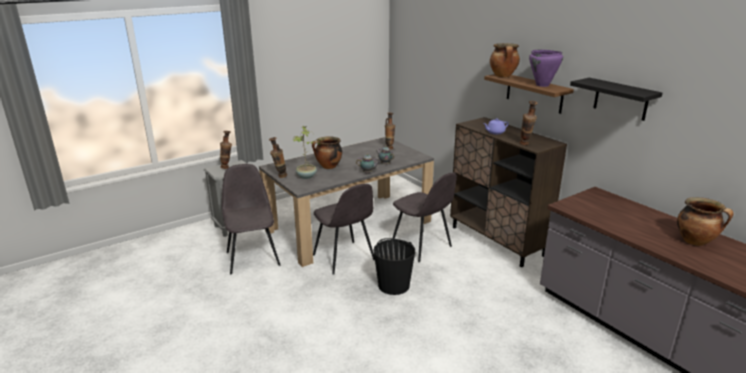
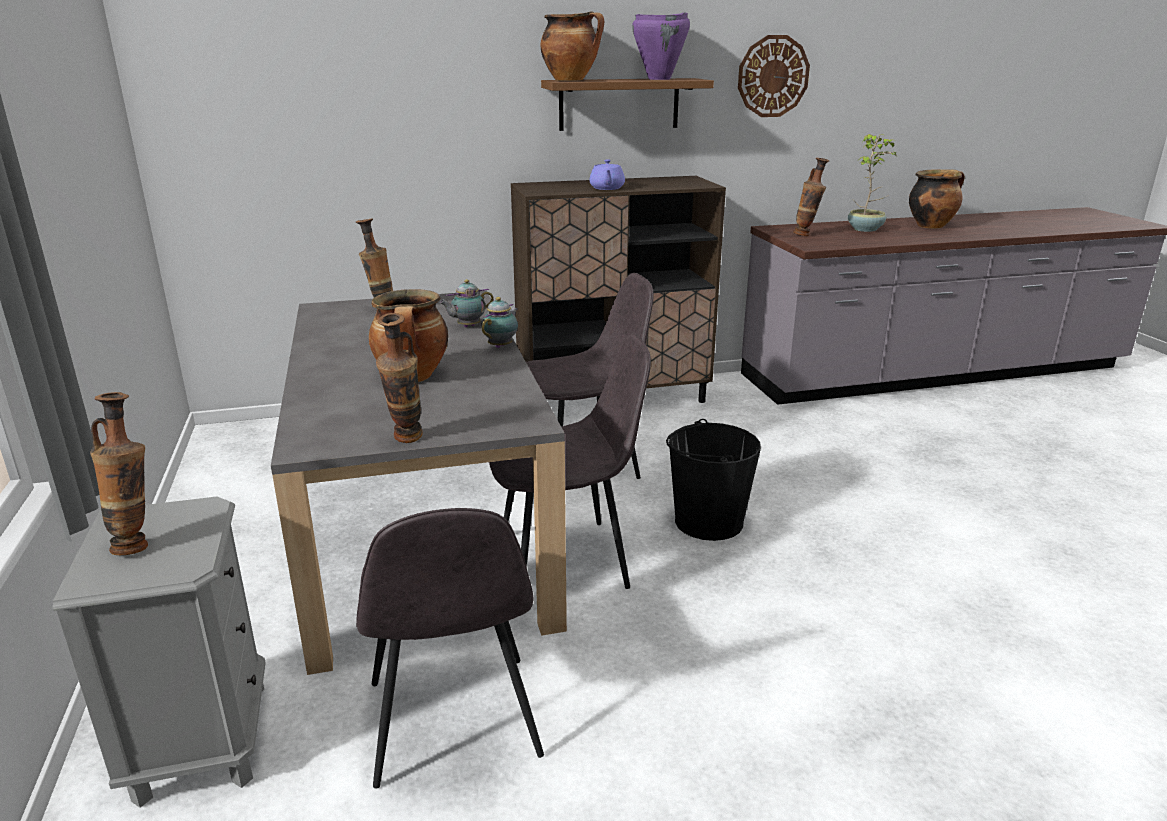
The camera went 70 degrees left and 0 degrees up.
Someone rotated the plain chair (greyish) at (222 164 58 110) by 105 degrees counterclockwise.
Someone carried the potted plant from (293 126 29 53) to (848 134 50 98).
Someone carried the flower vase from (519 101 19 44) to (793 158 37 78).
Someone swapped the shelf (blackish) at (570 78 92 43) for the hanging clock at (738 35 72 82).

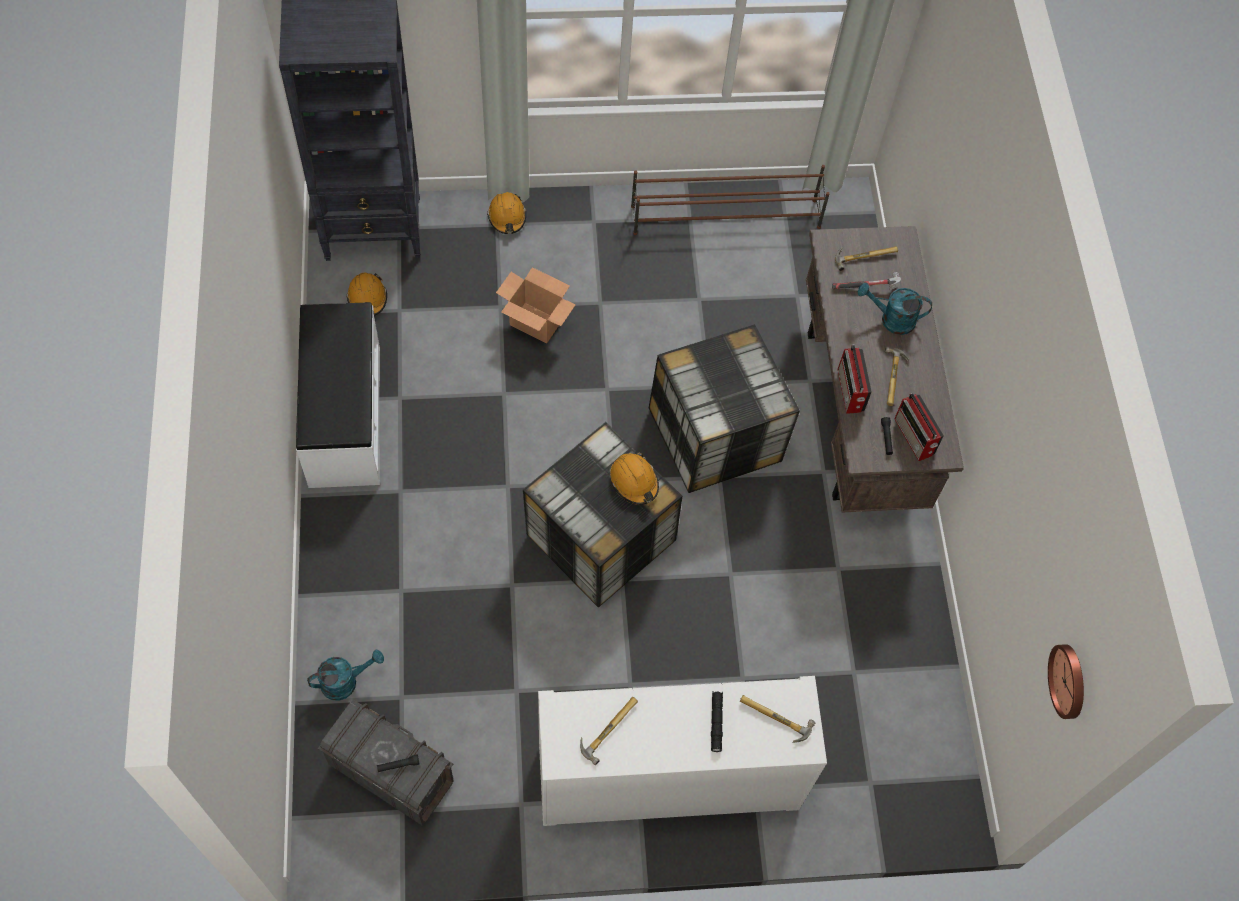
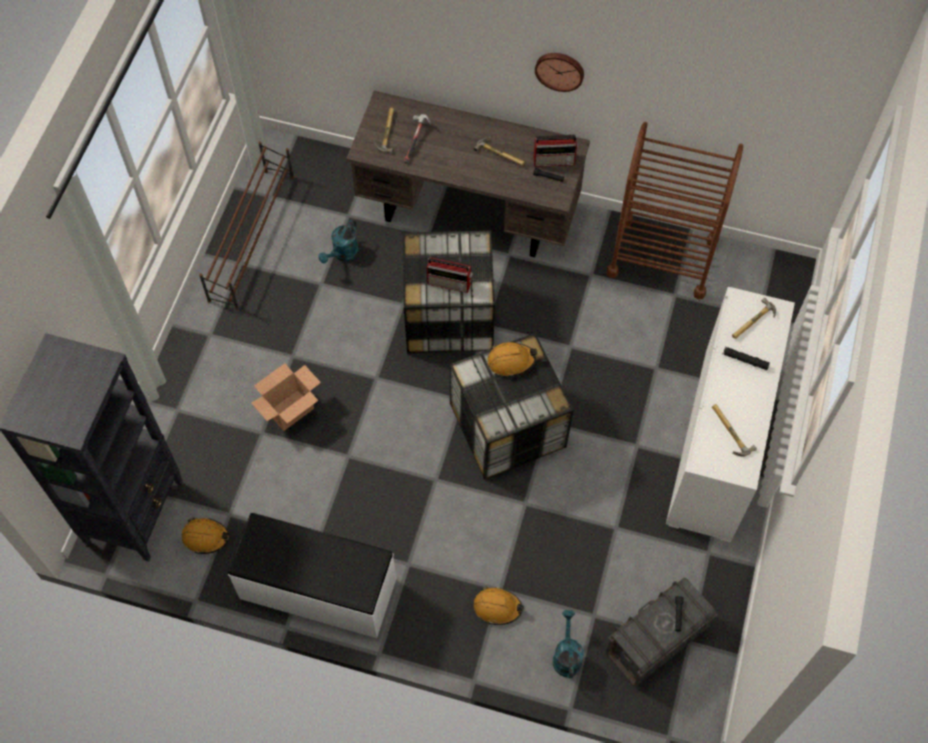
The camera went 65 degrees left and 0 degrees up.
Someone carried the safety helmet (orange-coloured) from (487 192 39 42) to (474 586 50 39).
Someone carried the radio from (837 345 35 69) to (427 255 46 38).
Someone carried the watering can (turquoise) from (858 283 74 52) to (319 220 40 43).
Someone carried the hanging clock from (1048 644 36 75) to (535 53 49 39).
Someone put down the wheeled cart (brownish) at (606 122 137 177).

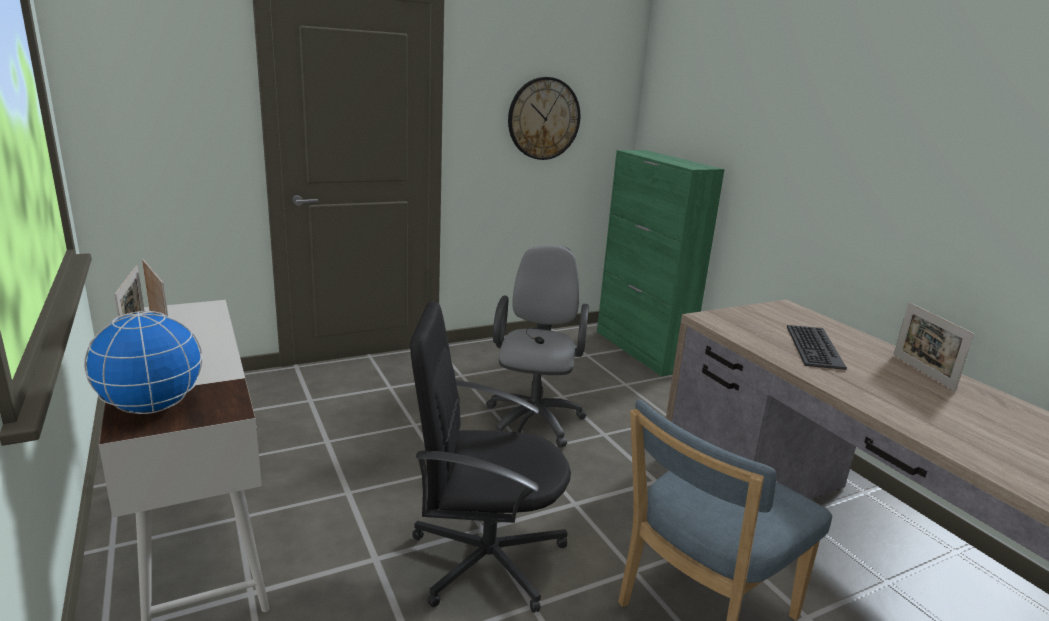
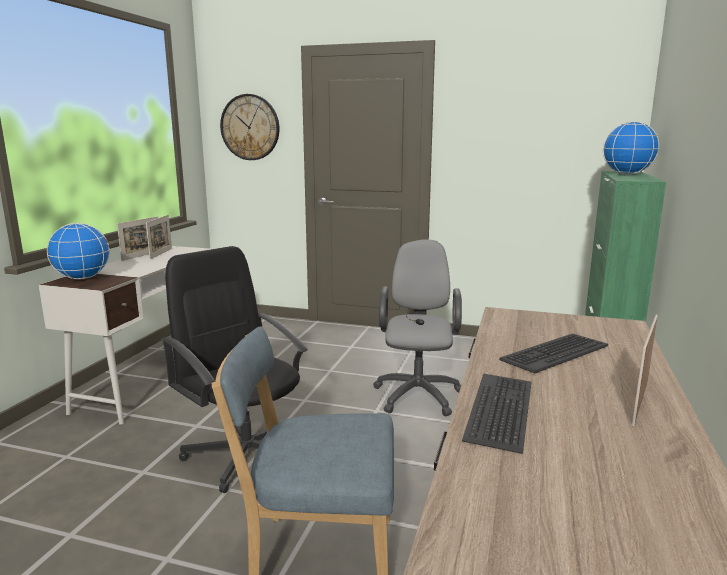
The camera went 45 degrees right and 5 degrees down.
Someone rotated the office chair (greyish) at (486 245 103 203) by 45 degrees counterclockwise.
Someone carried the hanging clock from (508 77 72 83) to (220 94 60 66).
Someone put down the PC keyboard at (462 373 69 81).
Someone put down the world globe at (603 121 56 53).

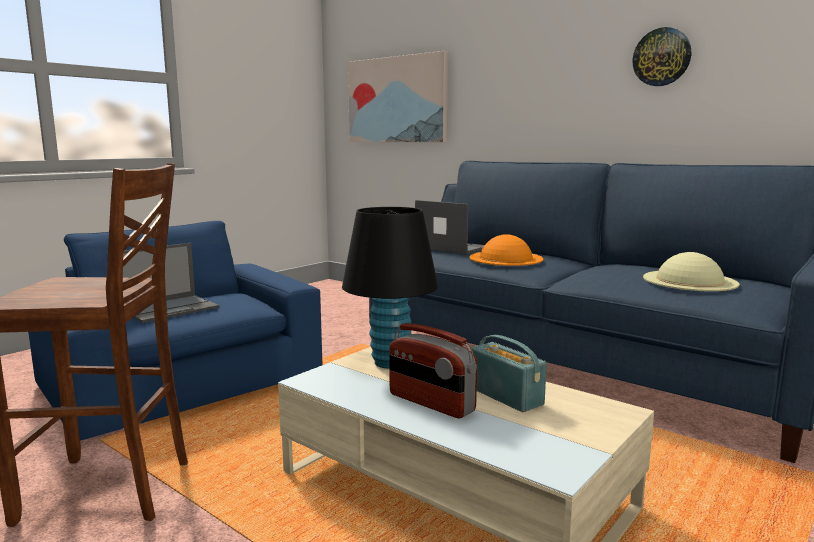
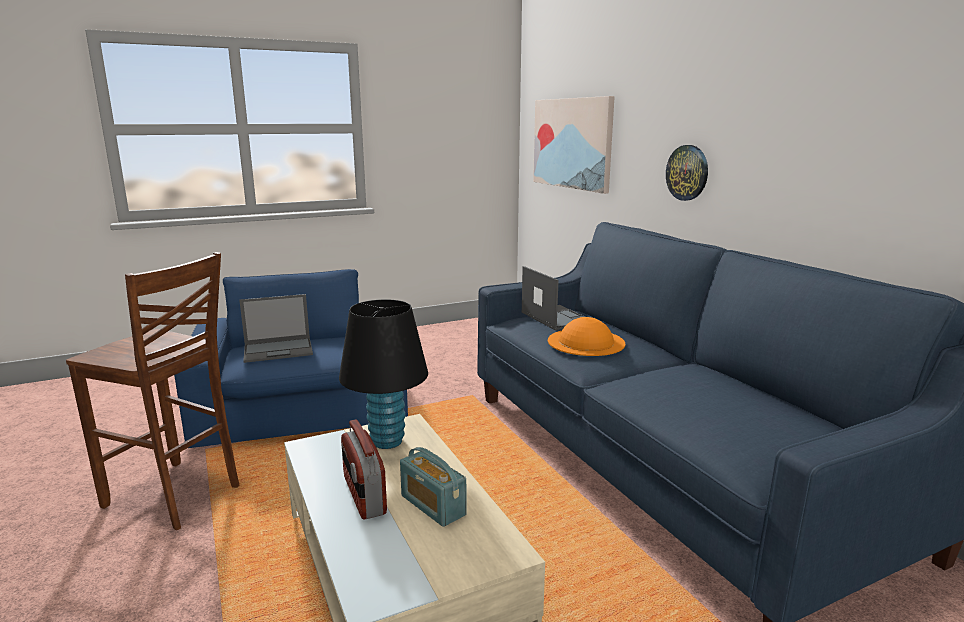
The camera went 25 degrees right and 5 degrees up.
Someone rotated the radio at (472 335 75 77) by 150 degrees clockwise.
Someone carried the hanging clock from (633 27 58 59) to (666 145 42 56).
Someone took away the clothing hat (sand-coloured) at (643 252 97 39).

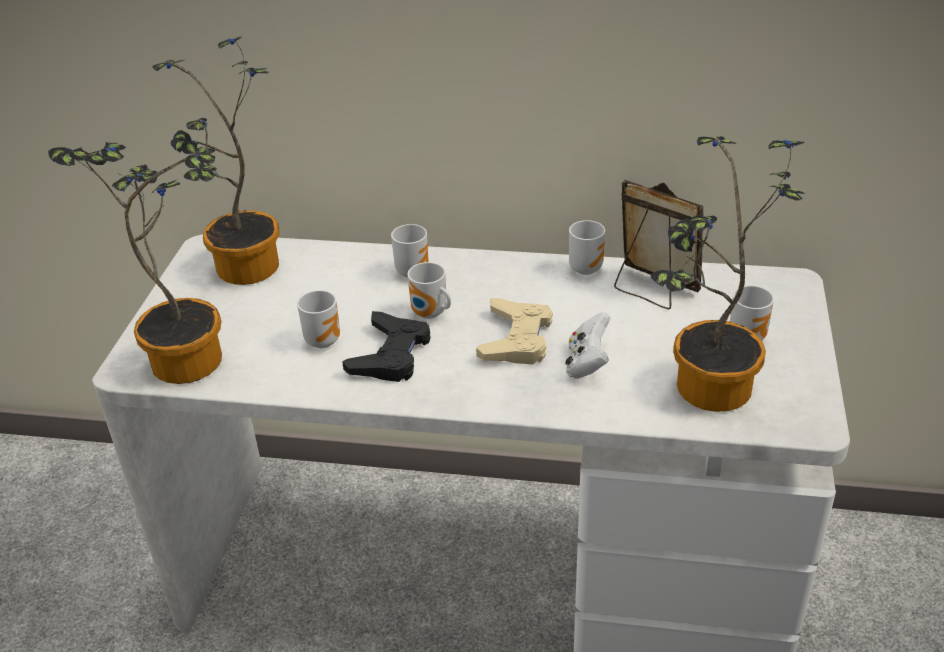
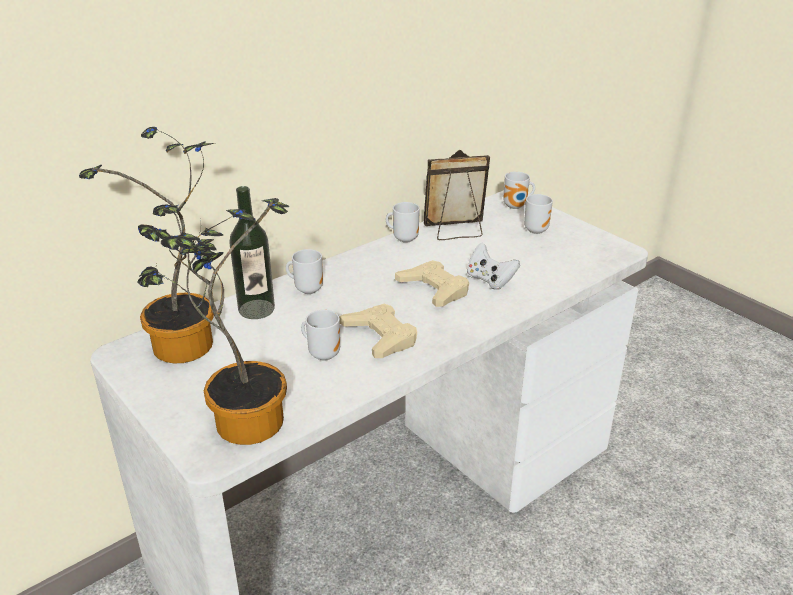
The camera went 50 degrees left and 5 degrees down.
Someone repainted the game controller (blackish) at (342 311 89 71), which became the game controller (sand-coloured) at (339 304 78 54).
Someone carried the tea mug from (407 262 44 57) to (503 171 32 38).
Someone took away the potted plant at (651 136 154 276).
Someone put down the beverage bottle at (229 186 46 133).

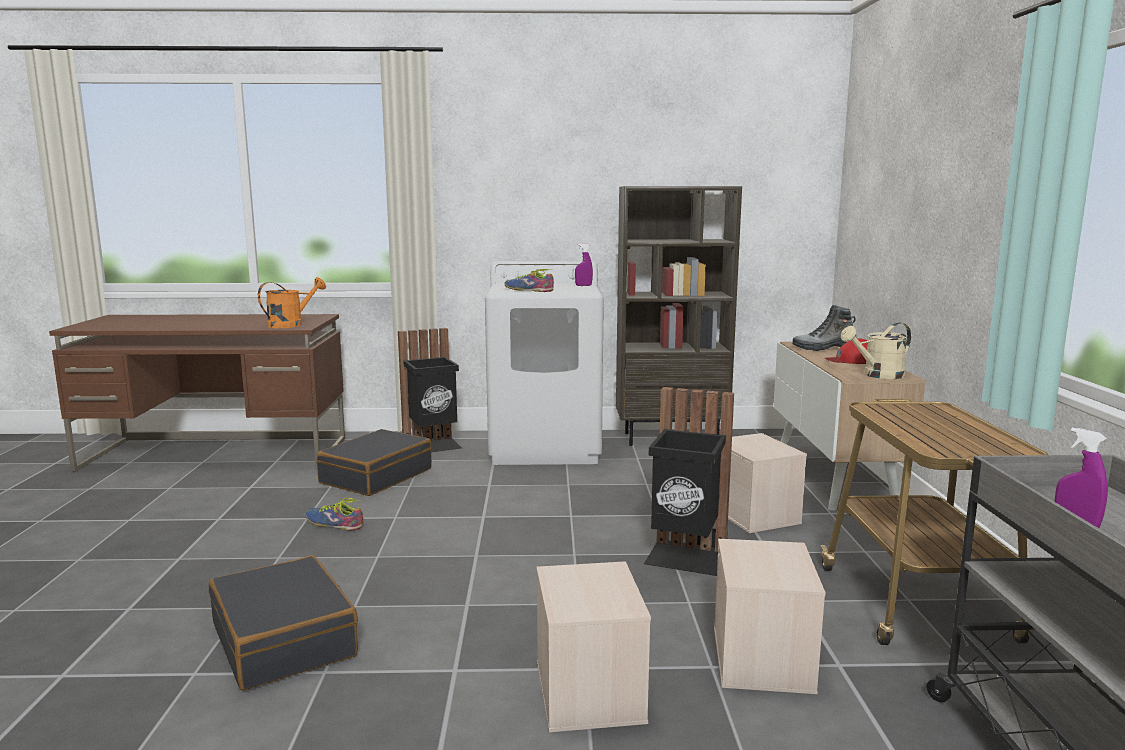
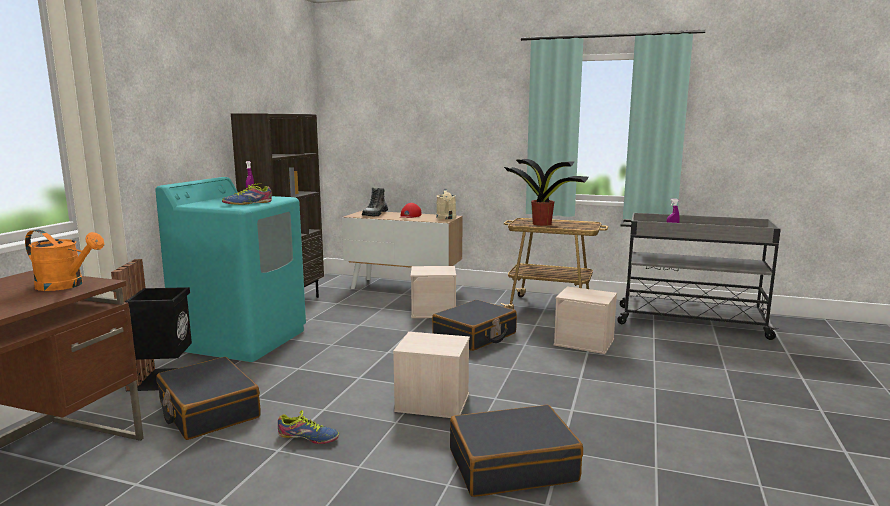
The camera went 70 degrees left and 0 degrees up.
Someone rotated the watering can (orange-coloured) at (258 277 68 51) by 135 degrees clockwise.
Someone rotated the low shoe at (305 498 58 33) by 120 degrees counterclockwise.
Someone repainted the laundry appliance (white) at (485 261 119 204), which became the laundry appliance (turquoise) at (155 177 151 185).
Someone carried the storage container (sand-coloured) from (536 561 115 171) to (393 332 77 86).
Someone swapped the rubbish bin (blackish) at (644 387 90 189) for the piece of luggage (blackish) at (432 300 85 51).
Someone put down the potted plant at (504 159 85 67).

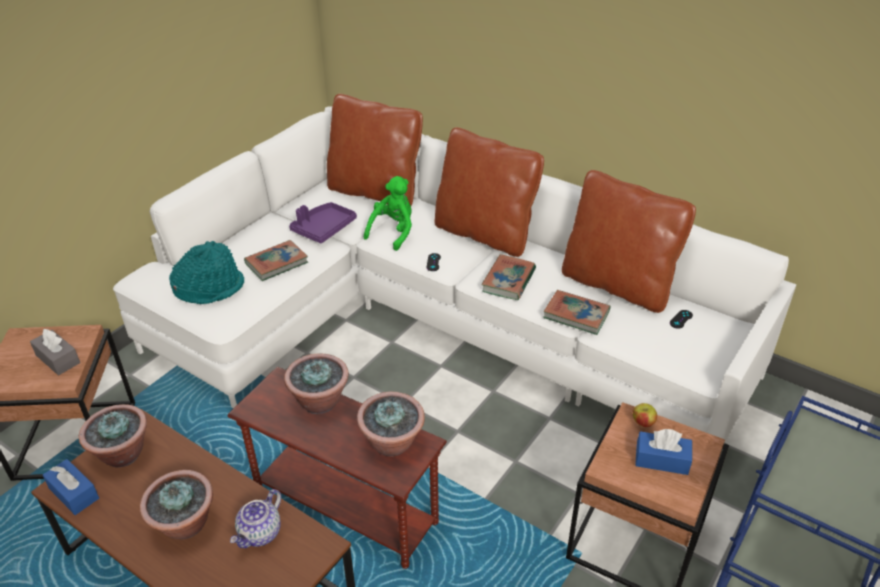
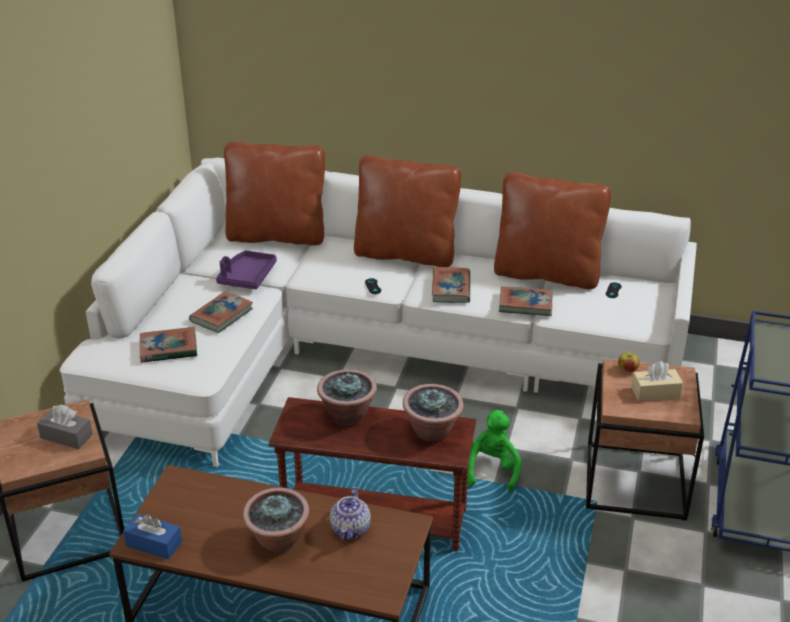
The camera went 20 degrees left and 5 degrees down.
Someone took away the potted plant at (79 404 68 63).
Someone swapped the clothing hat (turquoise) at (169 241 75 63) for the bound book at (140 327 57 36).
Someone carried the plush toy (greenish) from (364 176 48 75) to (467 410 54 82).
Someone repainted the box of tissues (blue) at (635 429 57 46), which became the box of tissues (sand-coloured) at (631 361 52 40).

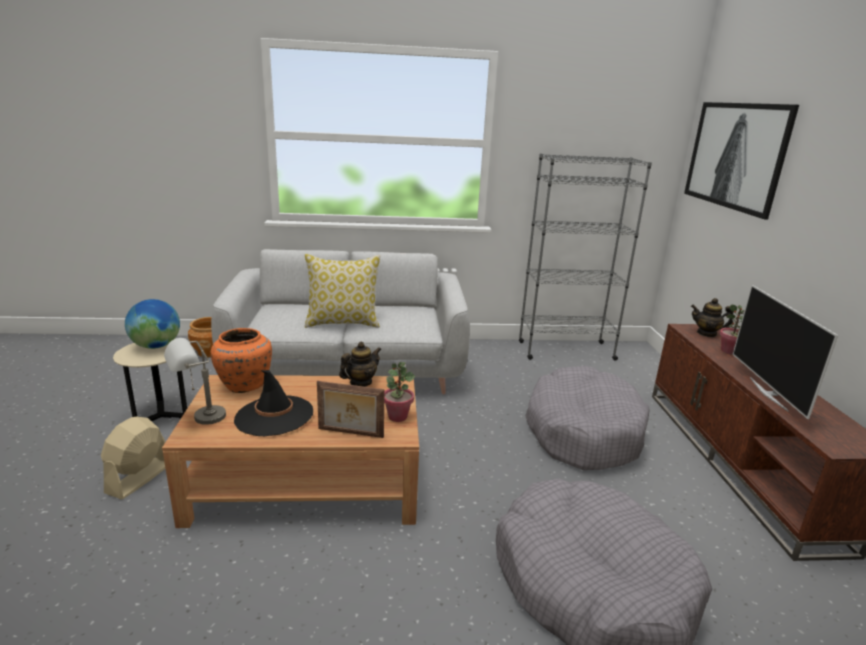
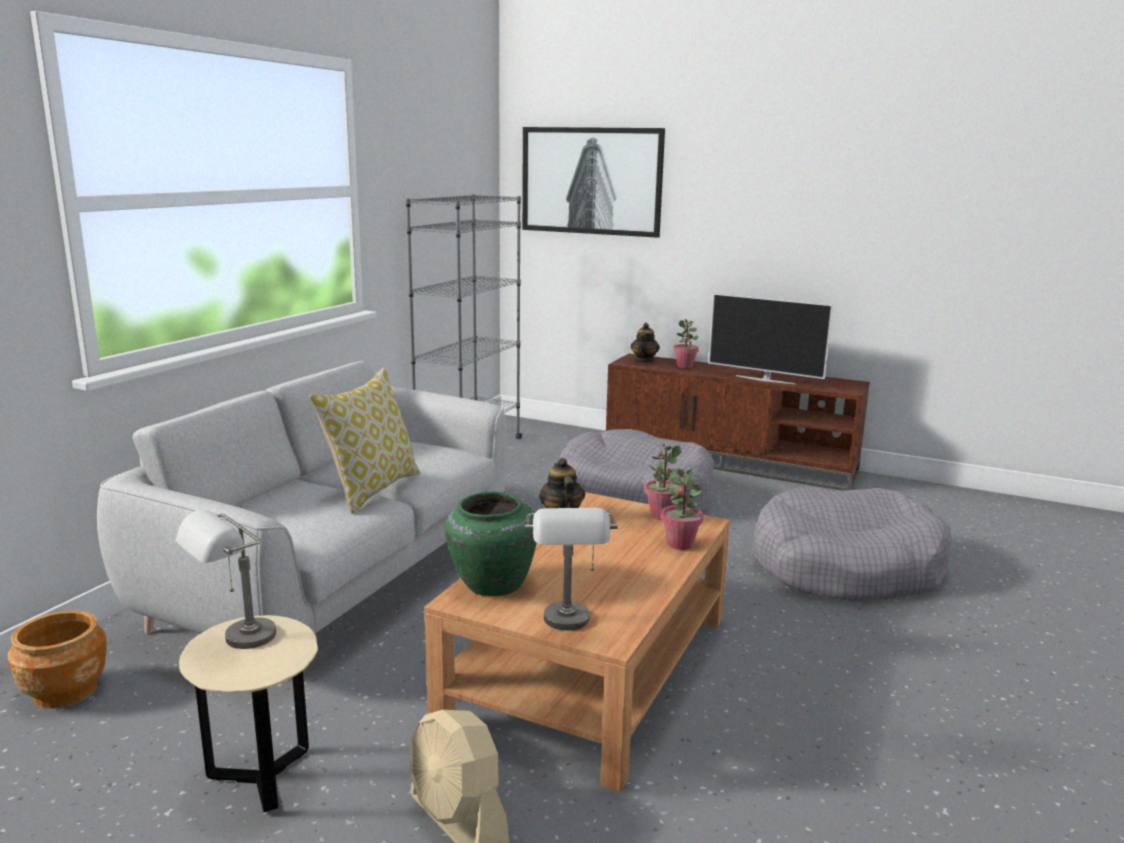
The camera went 60 degrees left and 5 degrees down.
Someone swapped the world globe at (125 299 55 50) for the table lamp (greyish) at (176 510 100 139).
Someone repainted the flower vase (orange-coloured) at (211 328 61 65), which became the flower vase (greenish) at (445 492 92 104).
Someone took away the clothing hat (blackish) at (234 370 79 66).
Someone swapped the standing frame at (317 381 68 57) for the potted plant at (661 469 43 81).
Someone rotated the teapot at (691 298 43 39) by 150 degrees clockwise.

